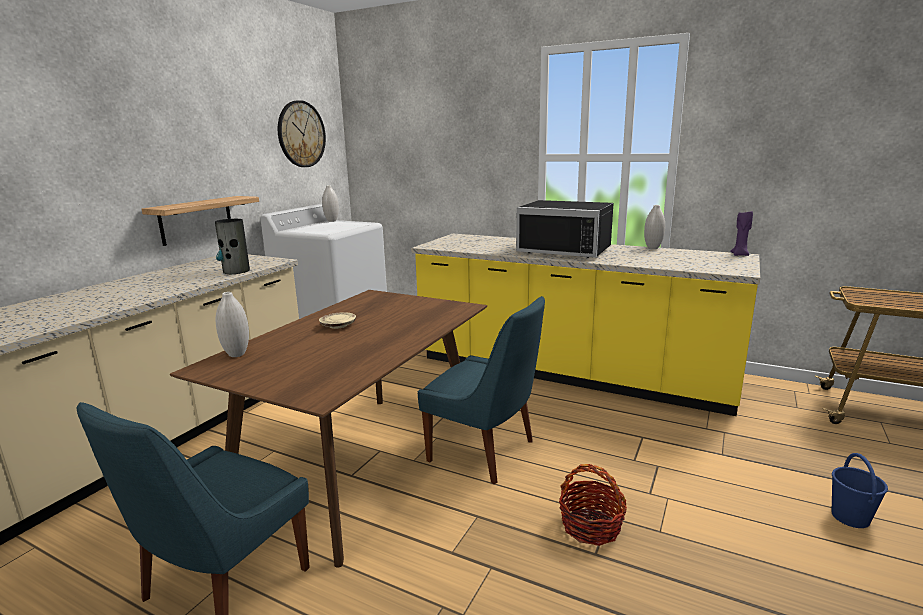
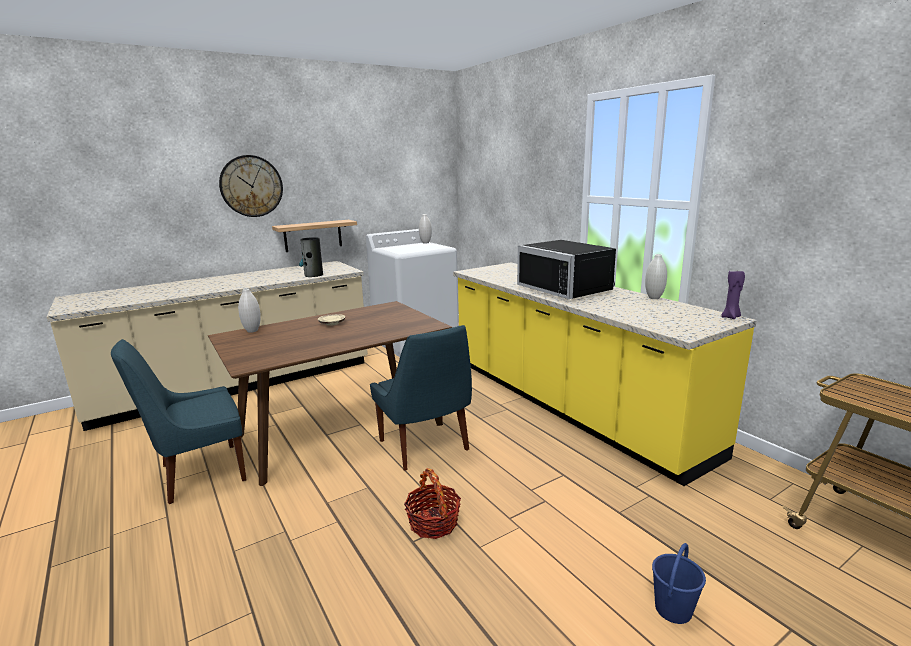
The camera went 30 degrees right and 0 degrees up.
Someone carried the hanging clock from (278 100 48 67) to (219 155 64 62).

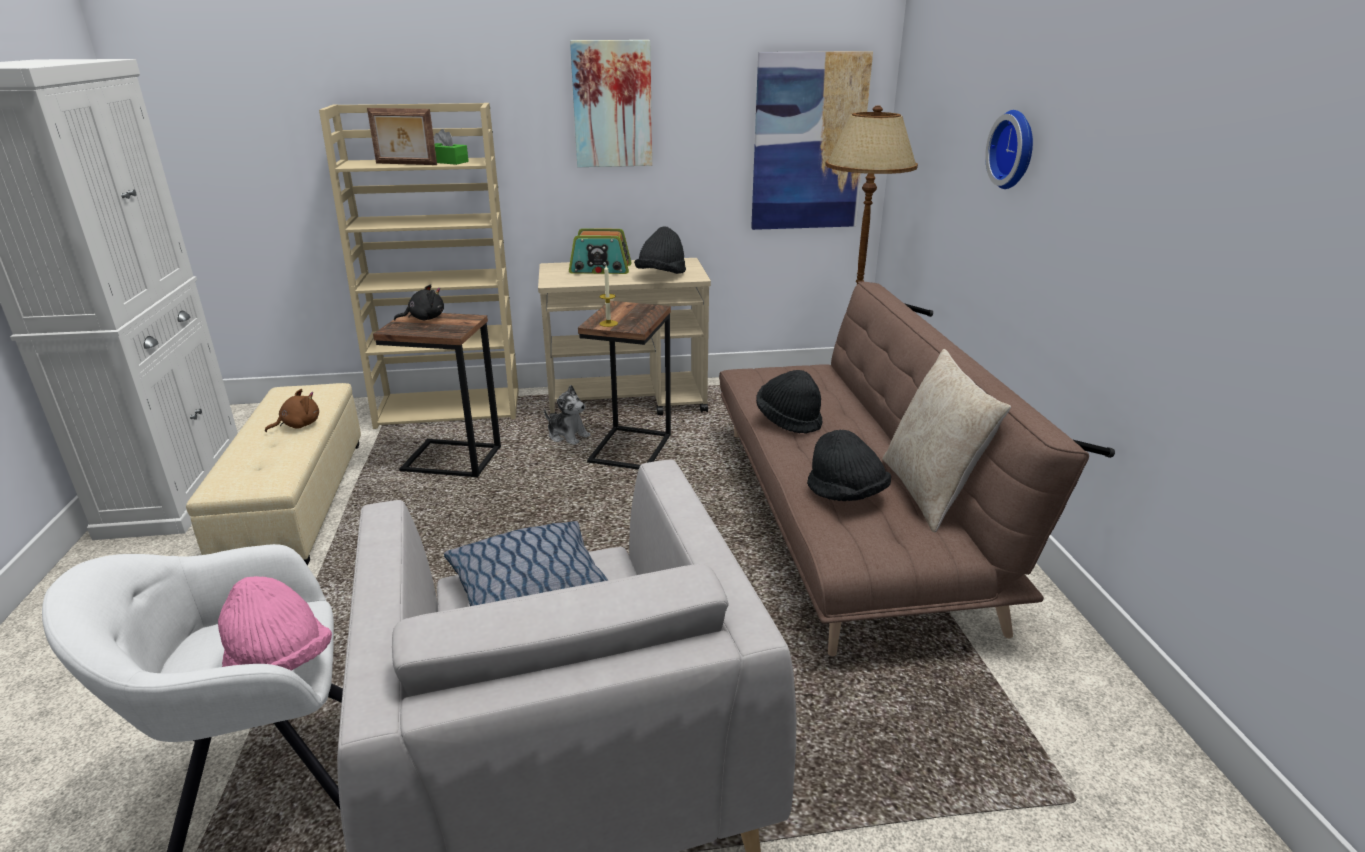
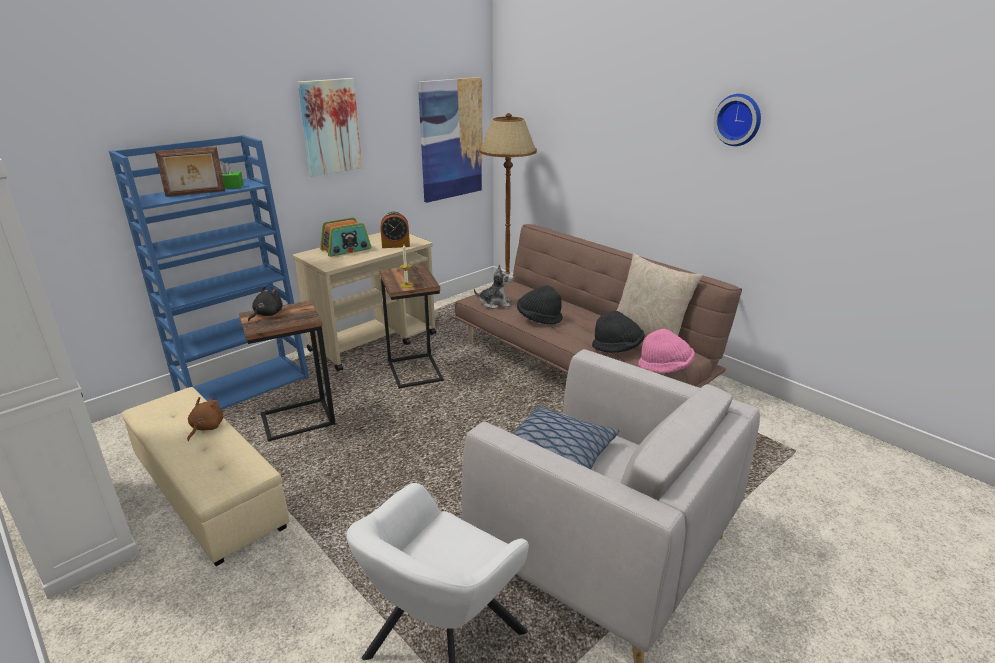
The camera went 35 degrees left and 0 degrees up.
Someone carried the clothing hat (pink-coloured) from (218 576 114 95) to (638 329 57 44).
Someone repainted the shelving unit (sand-coloured) at (319 103 200 326), which became the shelving unit (blue) at (109 135 200 275).
Someone carried the plush toy from (544 385 47 60) to (474 264 40 45).
Someone swapped the clothing hat (blackish) at (634 227 52 47) for the bedside clock at (380 212 30 36).
Someone carried the hanging clock from (985 110 48 79) to (713 94 48 52).

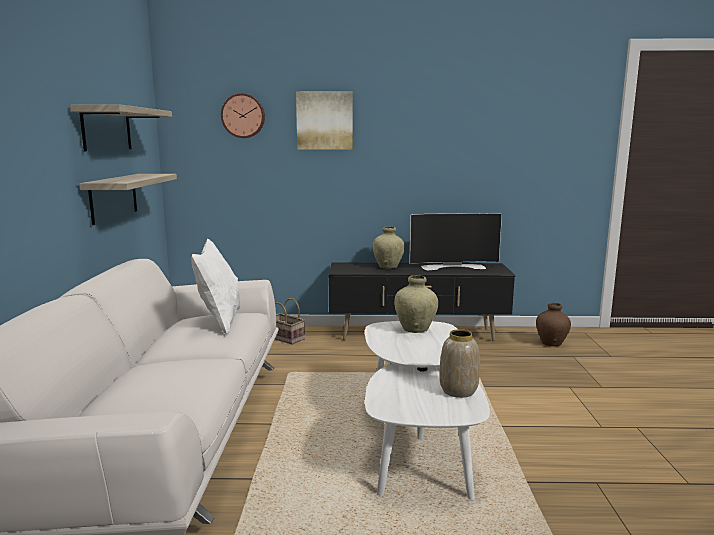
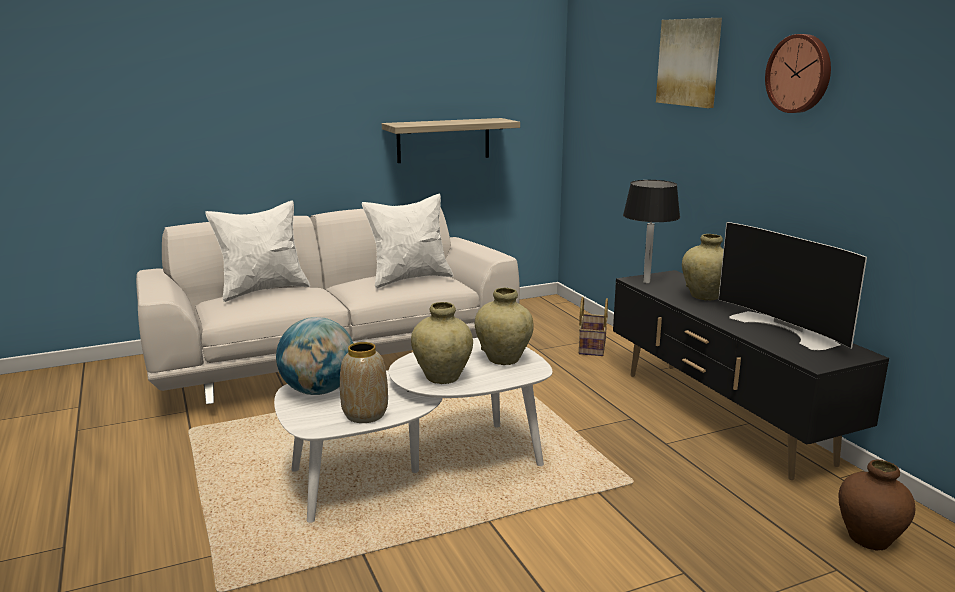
The camera went 65 degrees right and 5 degrees up.
Someone took away the shelf at (70 104 102 47).
Someone carried the hanging clock from (221 93 44 45) to (765 34 66 79).
Someone put down the pillow (white) at (205 200 105 102).
Someone put down the world globe at (276 317 78 78).
Someone put down the flower vase (sand-coloured) at (411 302 62 82).
Someone put down the table lamp (blackish) at (623 180 57 103).

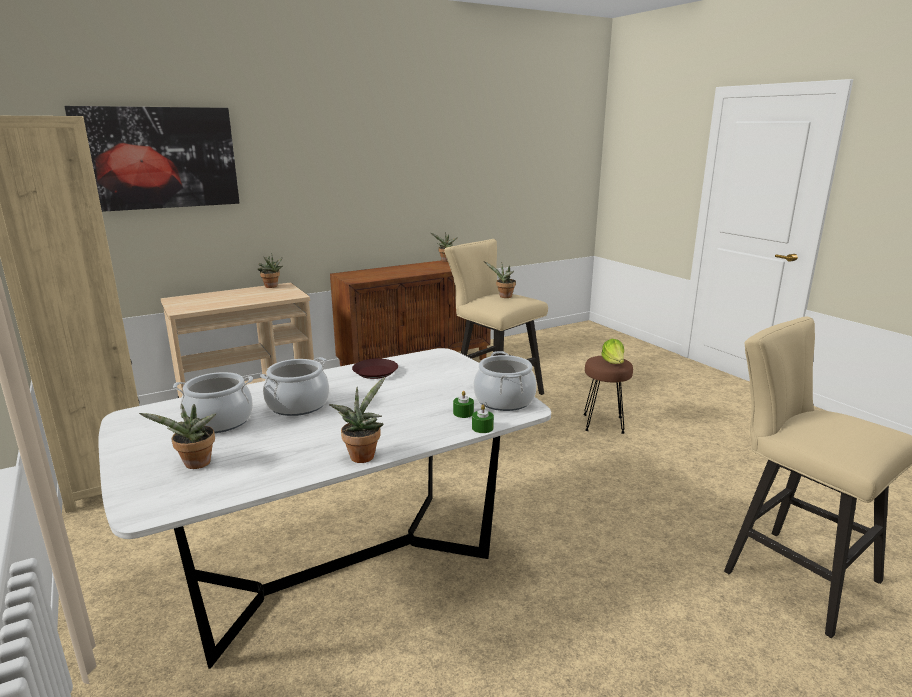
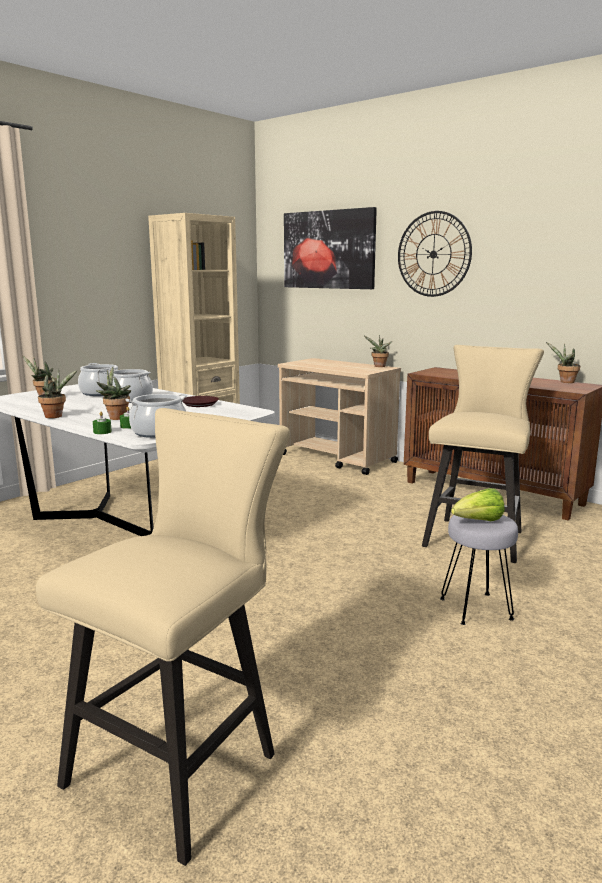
The camera went 70 degrees right and 5 degrees down.
Someone carried the potted plant from (484 261 32 37) to (96 367 35 53).
Someone repainted the stool (brownish) at (583 356 50 78), which became the stool (greyish) at (440 515 78 110).
Someone put up the hanging clock at (398 211 74 86).

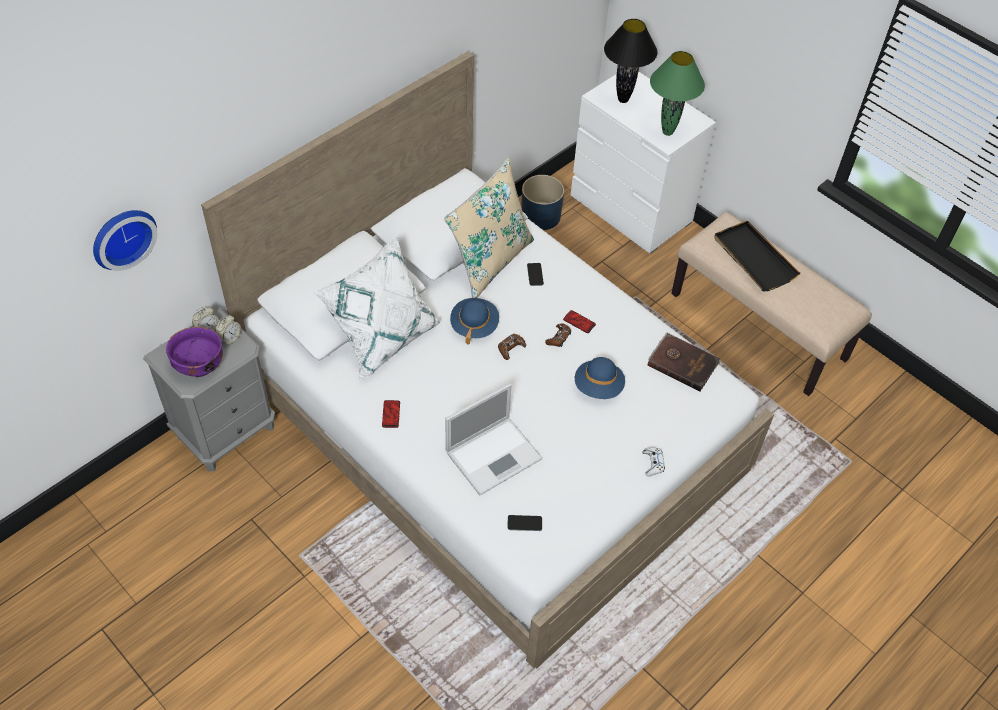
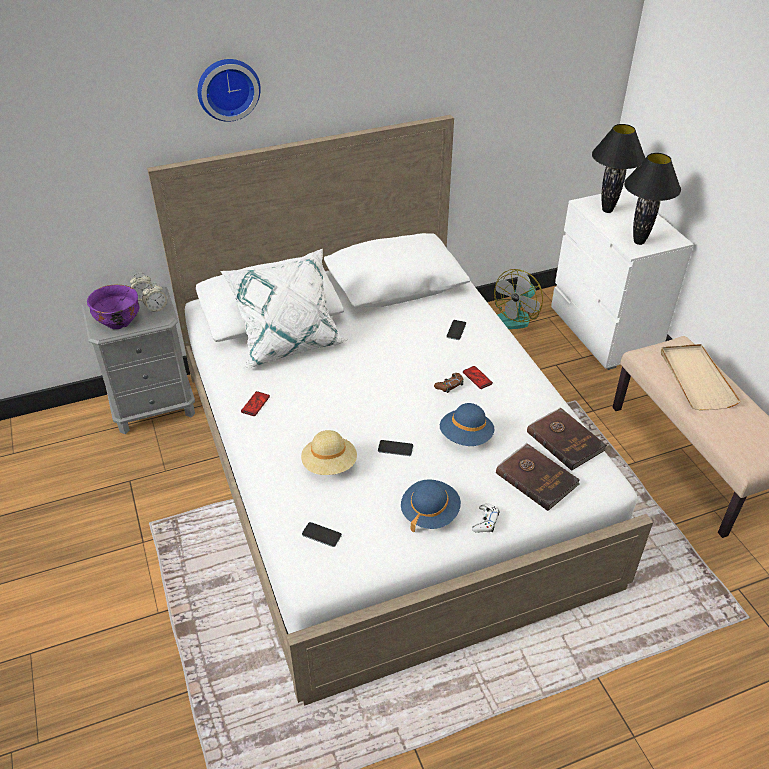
The camera went 25 degrees right and 10 degrees down.
Someone carried the hanging clock from (93 210 64 61) to (198 59 63 63).
Someone took away the pillow (sand-coloured) at (444 158 90 140).
Someone swapped the portable computer at (445 383 98 113) for the clothing hat (sand-coloured) at (301 430 56 45).
Someone carried the clothing hat (blue) from (450 298 49 47) to (401 479 60 54).
Someone took away the game controller (brownish) at (498 334 28 26).
Someone swapped the plant pot (blue) at (521 175 43 55) for the electric fan at (494 269 49 60).
Someone repainted the table lamp (greenish) at (650 51 55 85), which became the table lamp (blackish) at (624 153 57 92).
Someone repainted the serving tray (blackish) at (714 221 86 71), which became the serving tray (sand-coloured) at (661 344 80 66).
Someone put down the telephone at (378 440 35 16).
Someone put down the bound book (brownish) at (496 443 84 68).

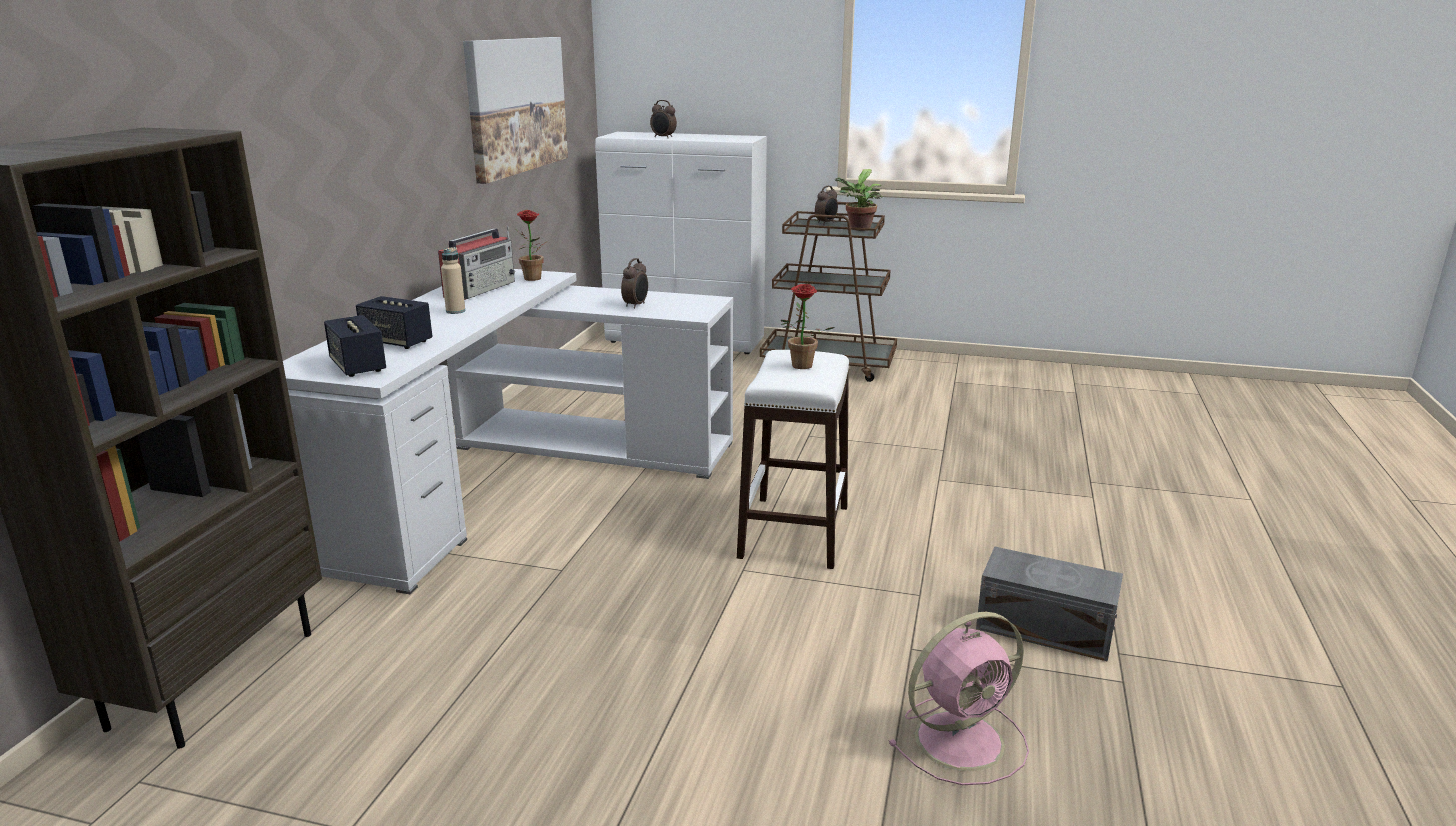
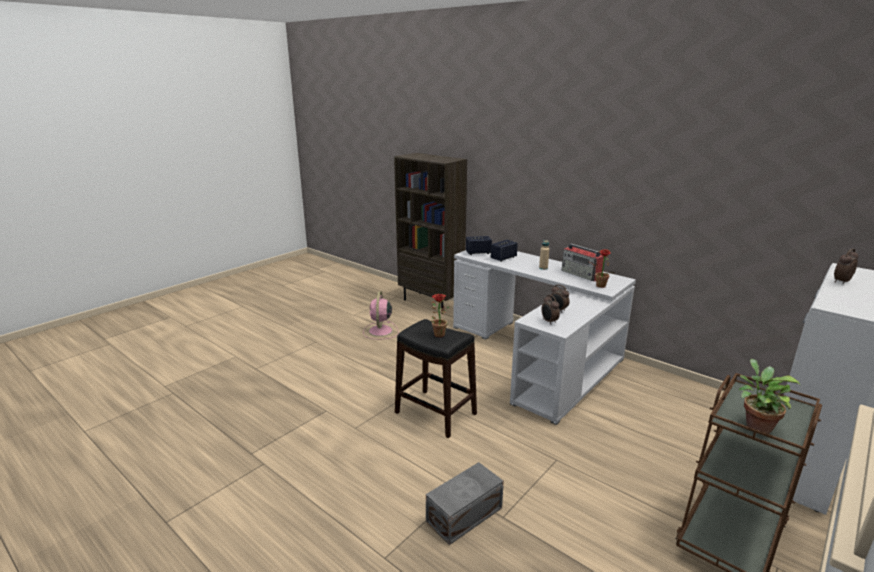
The camera went 115 degrees right and 0 degrees up.
Someone took away the wall picture at (463 37 105 147).
Someone repainted the stool (white) at (737 350 112 219), which became the stool (blackish) at (395 319 82 119).
Someone carried the bedside clock from (815 186 23 38) to (541 295 19 30).
Someone carried the electric fan (pink-coloured) from (888 612 141 173) to (363 291 36 48).
Someone carried the storage container (greyish) from (976 547 147 115) to (426 462 78 83).

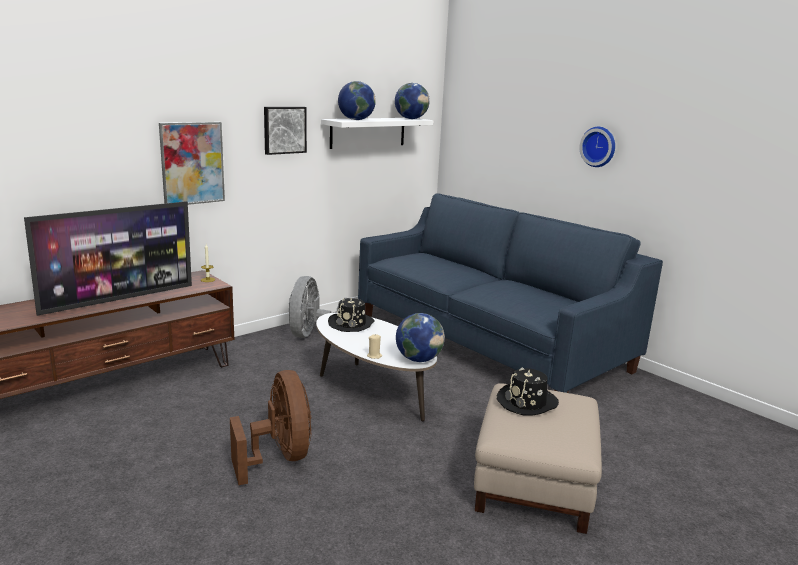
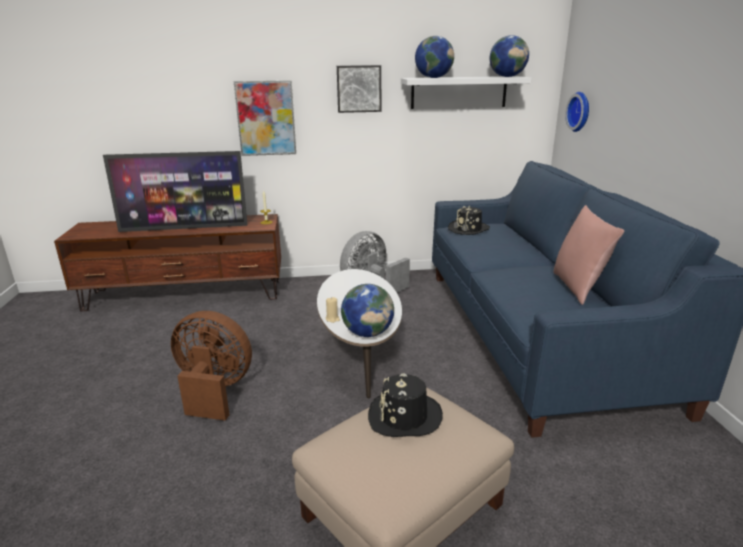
The camera went 35 degrees right and 5 degrees up.
Someone rotated the electric fan (brownish) at (230 370 81 115) by 90 degrees counterclockwise.
Someone carried the clothing hat (blackish) from (328 298 47 34) to (448 206 42 29).
Someone carried the hanging clock from (579 127 36 40) to (565 92 24 40).
Someone put down the pillow (pink-coloured) at (553 205 71 100).

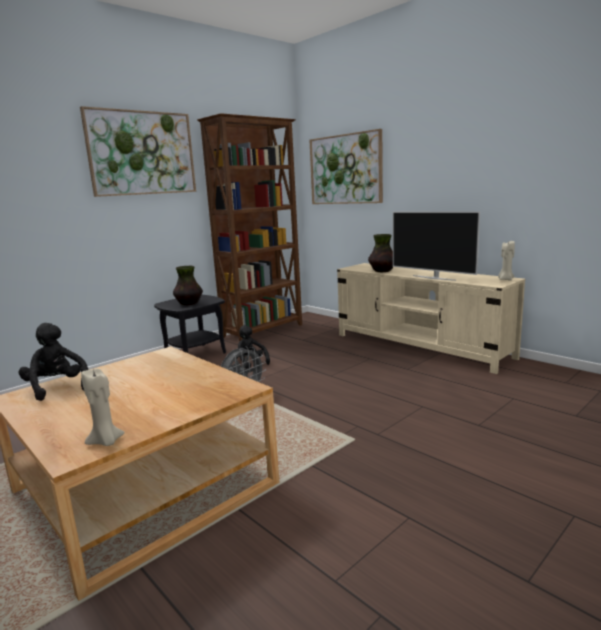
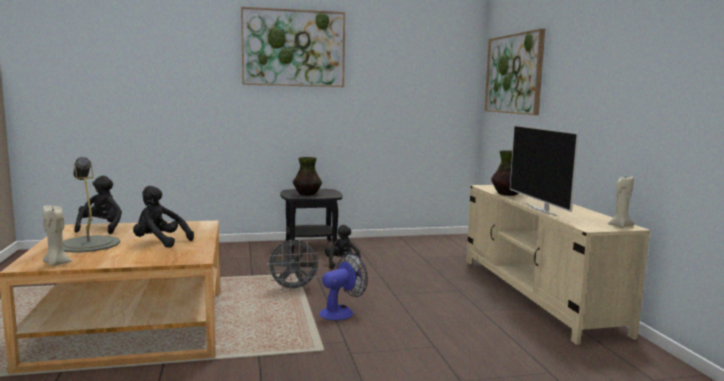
The camera went 30 degrees right and 5 degrees down.
Someone took away the shelving unit (brownish) at (197 113 105 229).
Someone put down the table lamp (greyish) at (63 157 57 96).
Someone put down the plush toy (blackish) at (133 186 61 62).
Someone put down the electric fan at (319 253 49 67).

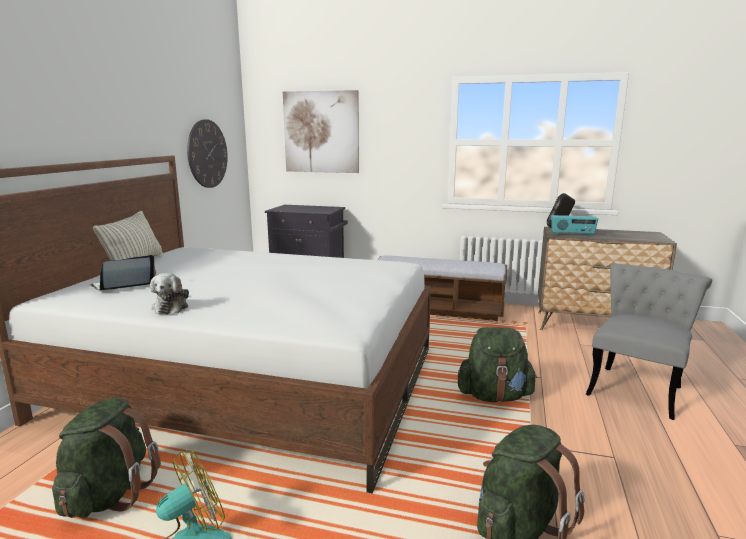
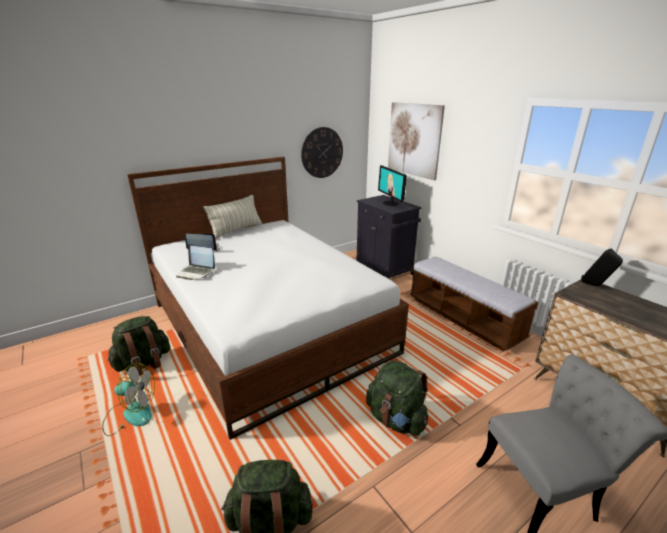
The camera went 40 degrees right and 10 degrees up.
Someone swapped the plush toy at (150 273 39 41) for the portable computer at (176 244 39 36).
Someone took away the radio at (551 215 47 21).
Someone put down the computer display at (378 165 29 41).

